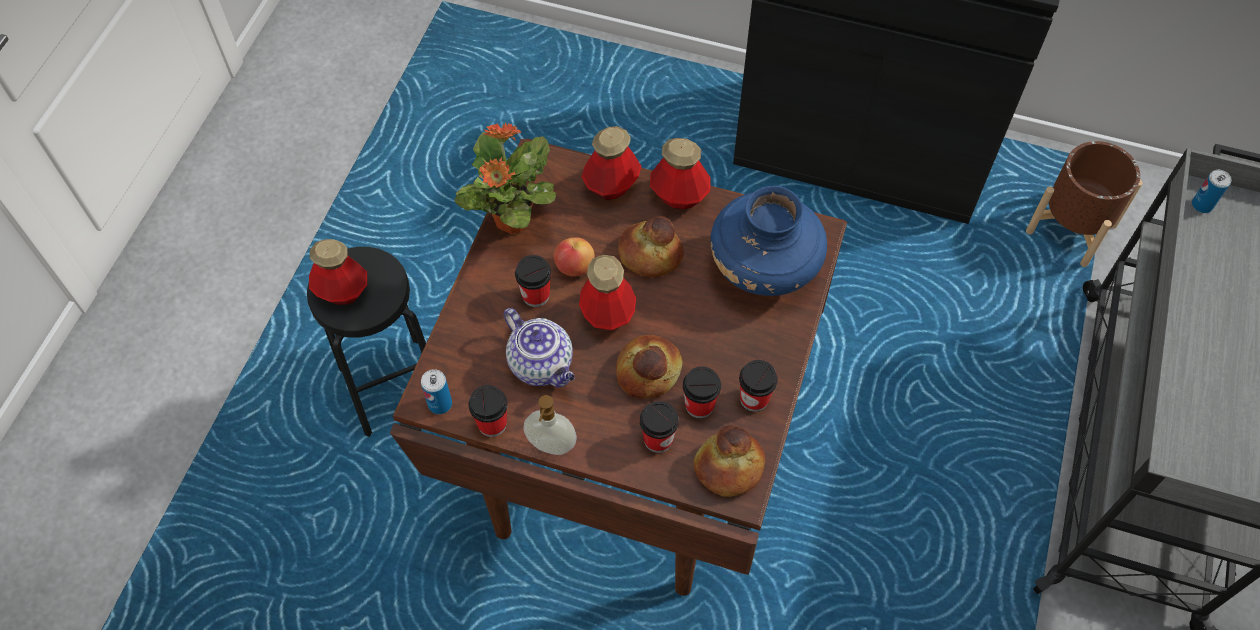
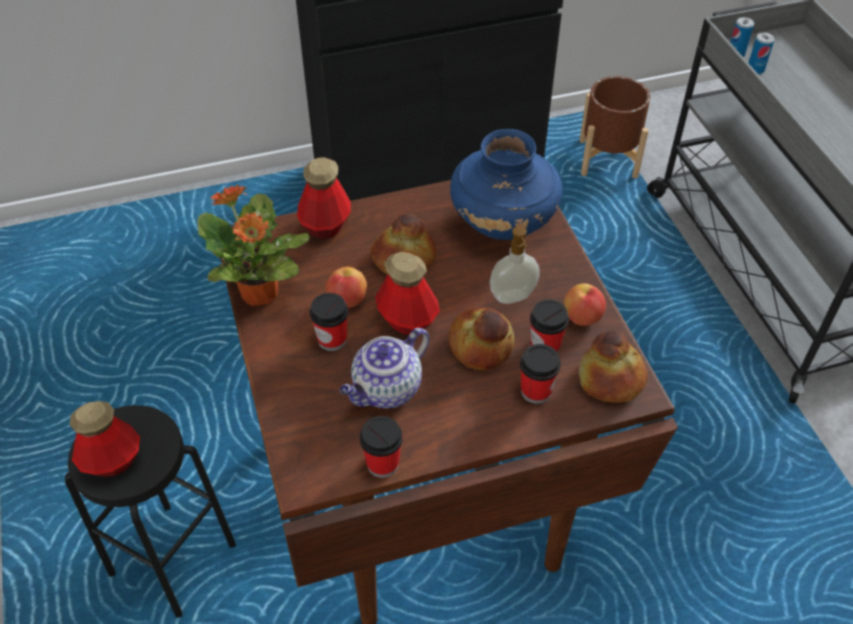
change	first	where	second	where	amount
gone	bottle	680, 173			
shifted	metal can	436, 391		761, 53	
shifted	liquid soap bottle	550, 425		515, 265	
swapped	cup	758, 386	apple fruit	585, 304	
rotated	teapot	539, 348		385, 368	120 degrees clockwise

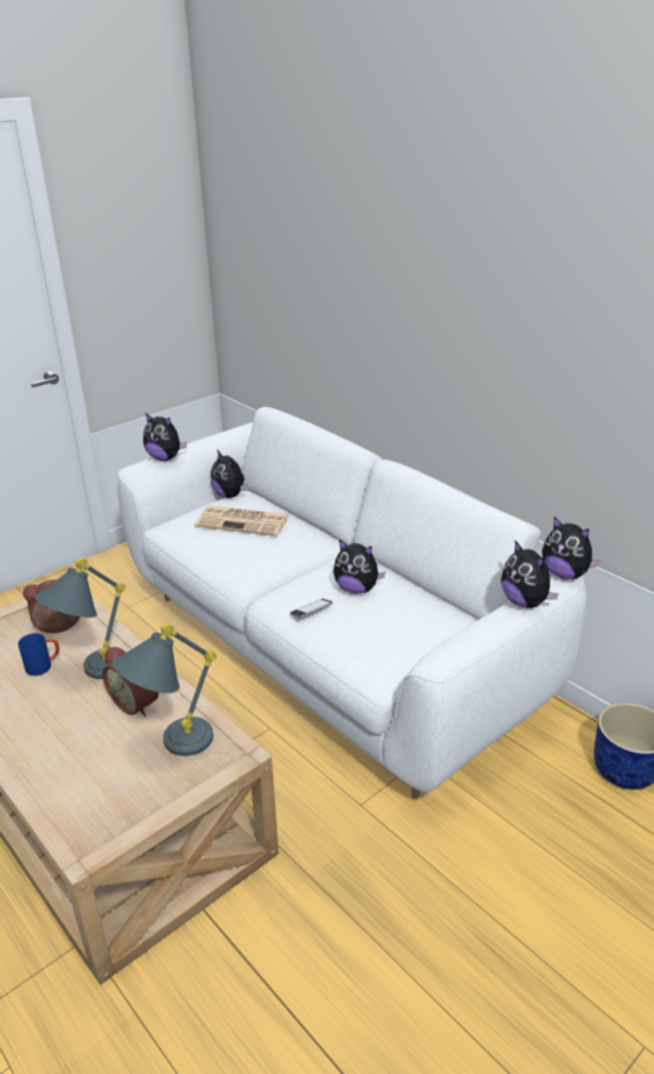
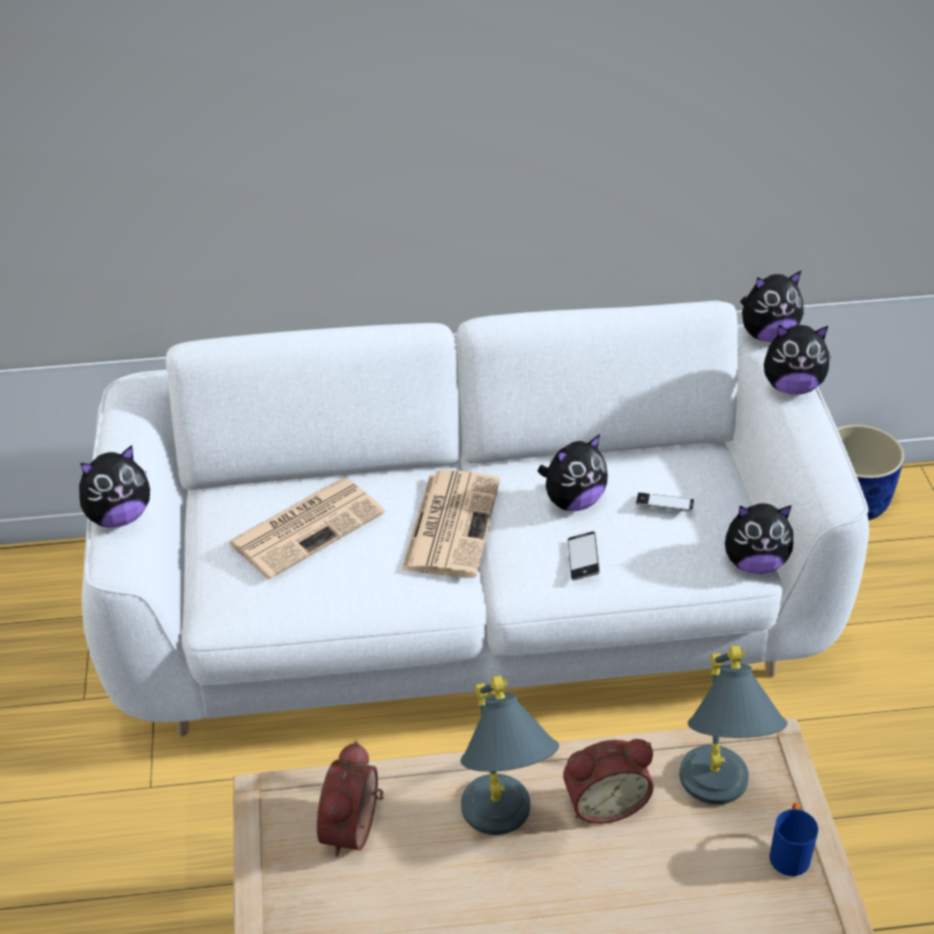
change	first	where	second	where	amount
new			newspaper	451, 524	
new			phone	665, 502	
shifted	bluish coffee mug	38, 654		793, 839	
shifted	cuddly toy	229, 474		759, 538	

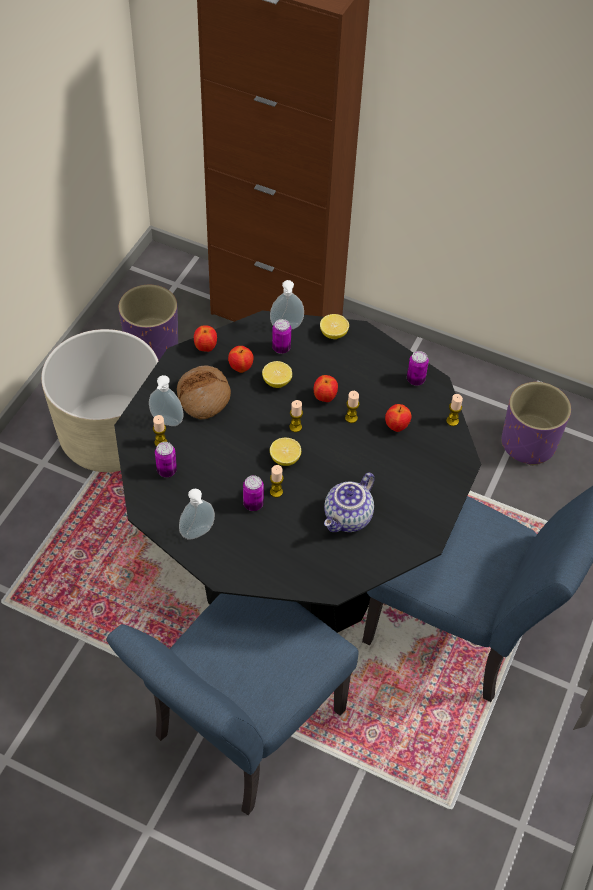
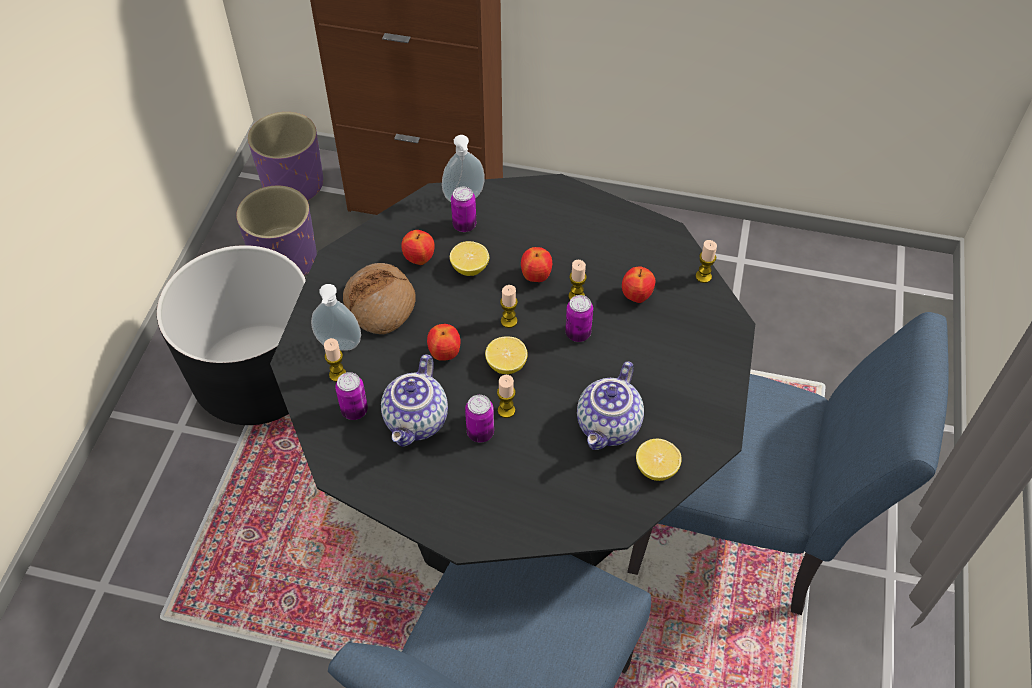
change	first	where	second	where	amount
gone	liquid soap bottle	197, 514			
new			teapot	414, 400	
shifted	apple fruit	205, 338		443, 342	
shifted	whole lemon	334, 326		659, 459	
shifted	metal can	418, 368		579, 318	
shifted	purple flower pot	536, 424		285, 156	
repainted	sand-coloured flower pot	99, 400	black-coloured flower pot	231, 335	

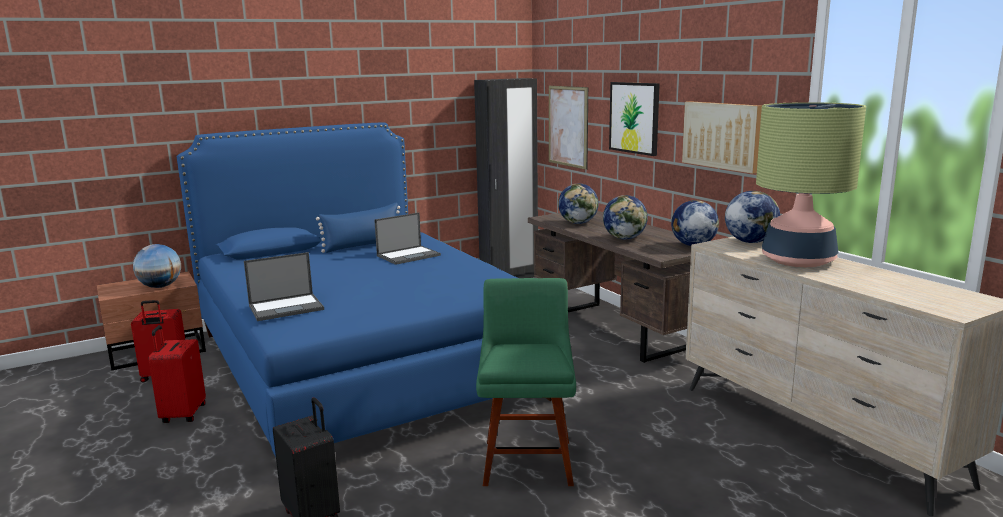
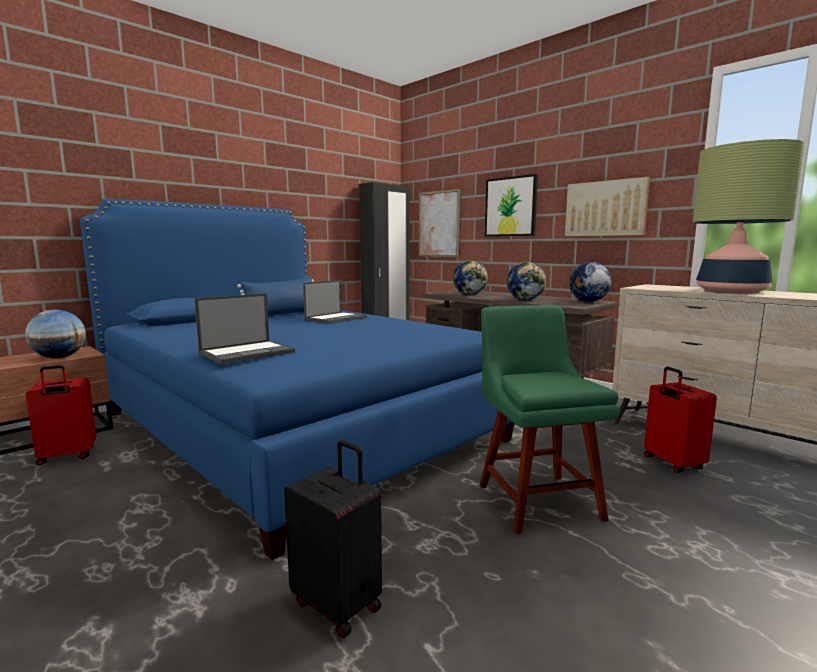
change	first	where	second	where	amount
gone	globe	752, 217			
shifted	red-coloured piece of luggage	177, 374		680, 420	

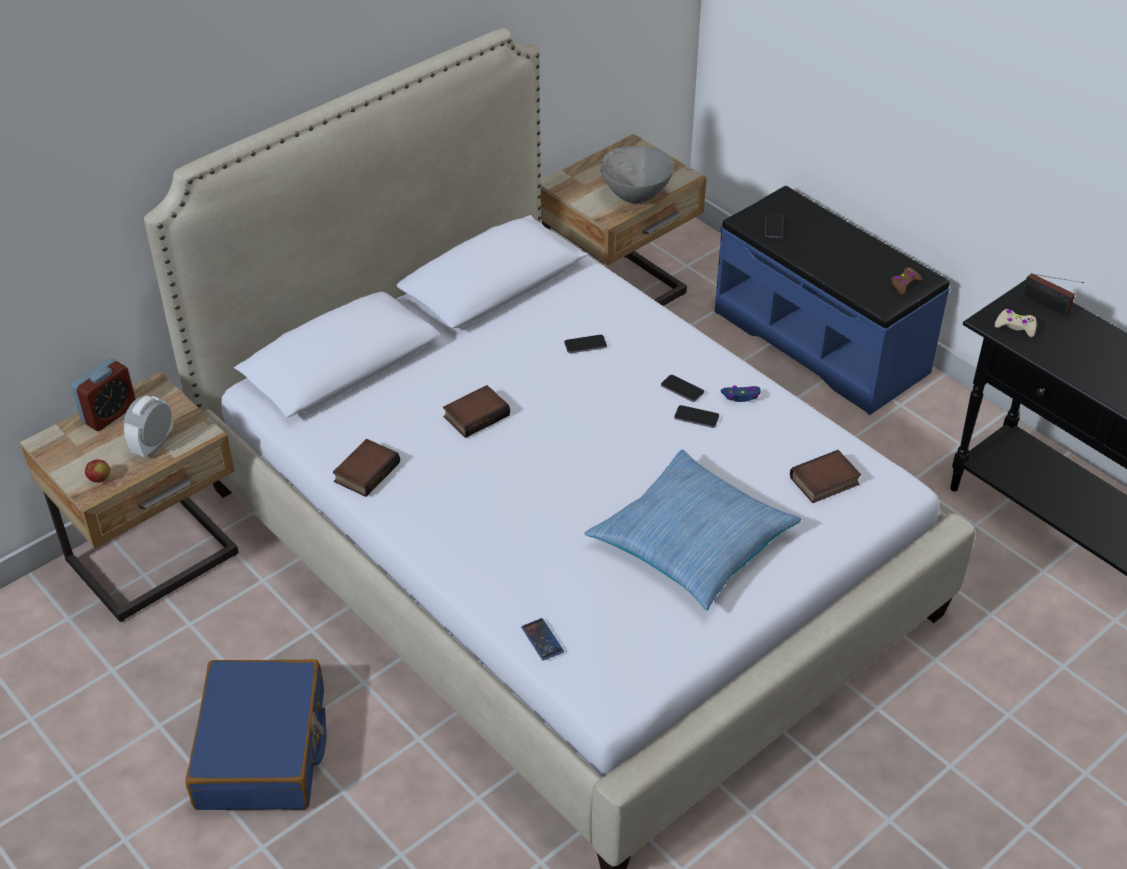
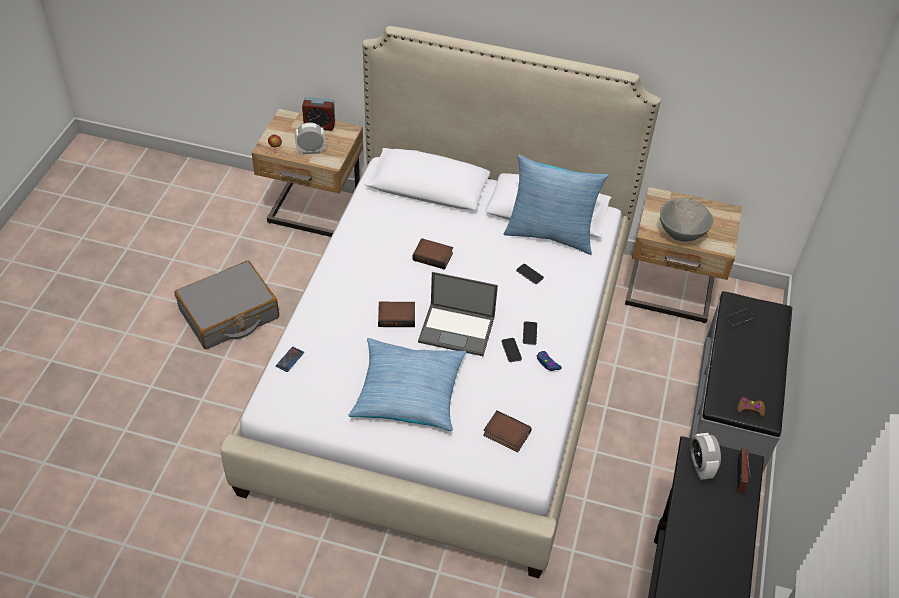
change	first	where	second	where	amount
new			notebook computer	458, 314	
new			throw pillow	556, 205	
shifted	book	366, 468		396, 314	
swapped	sand-coloured joypad	1016, 323	bedside clock	705, 456	
repainted	bluish piece of luggage	256, 734	greyish piece of luggage	226, 305	
repainted	bluish bench	832, 300	greyish bench	740, 382	

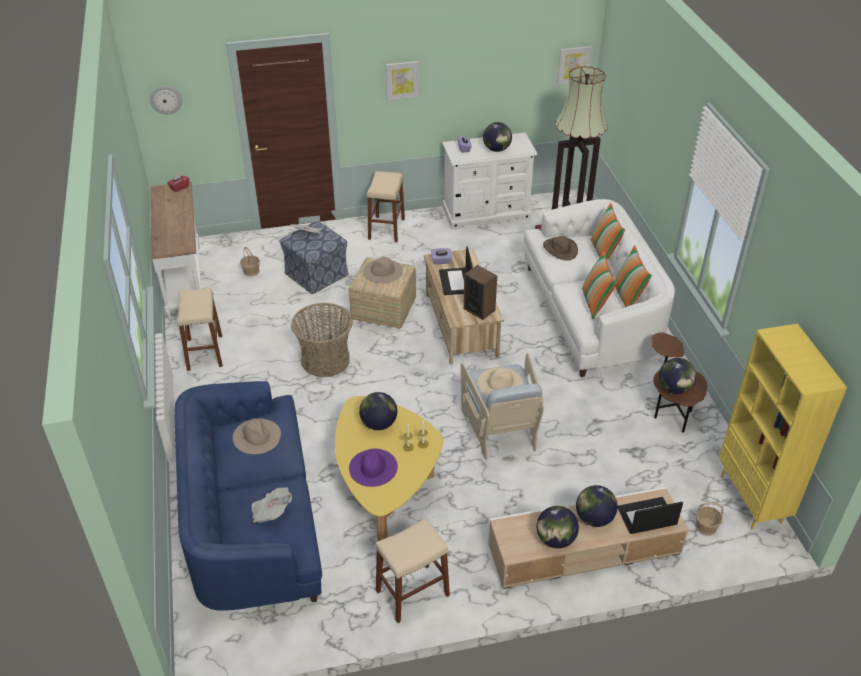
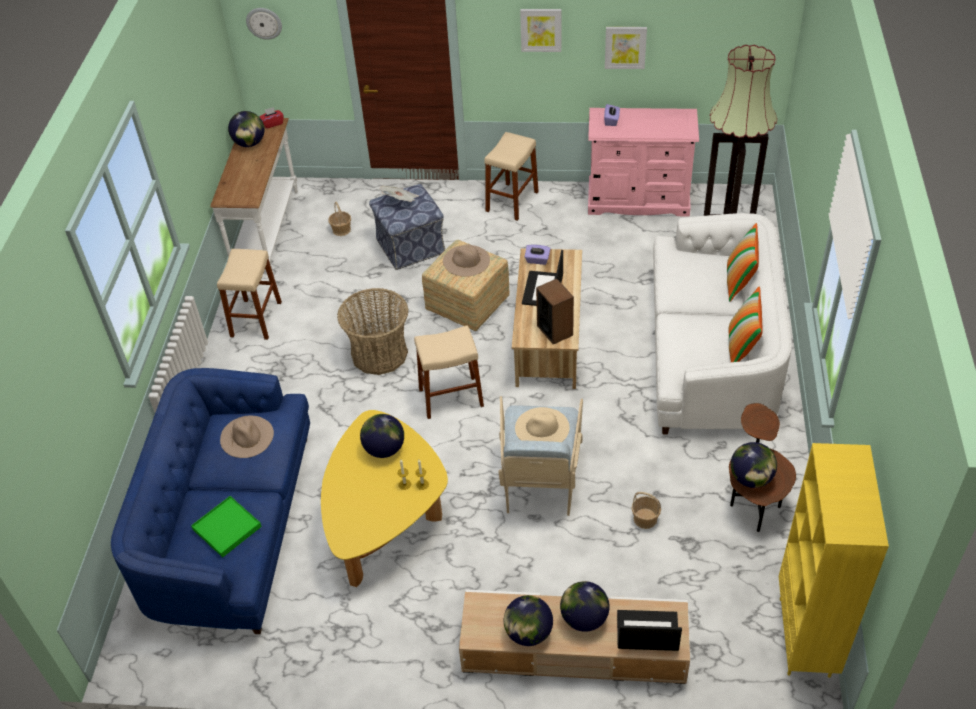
change	first	where	second	where	amount
gone	purple hat	373, 467			
gone	brownish hat	560, 248			
gone	throw pillow	599, 285			
shifted	sand-coloured sitting stool	412, 570		449, 372	
shifted	globe	497, 137		246, 129	
shifted	wall art	574, 65		626, 48	
shifted	household basket	709, 519		646, 510	
swapped	newspaper	272, 505	green-coloured serving tray	226, 527	
repainted	white dresser	489, 181	pinkish dresser	643, 162	

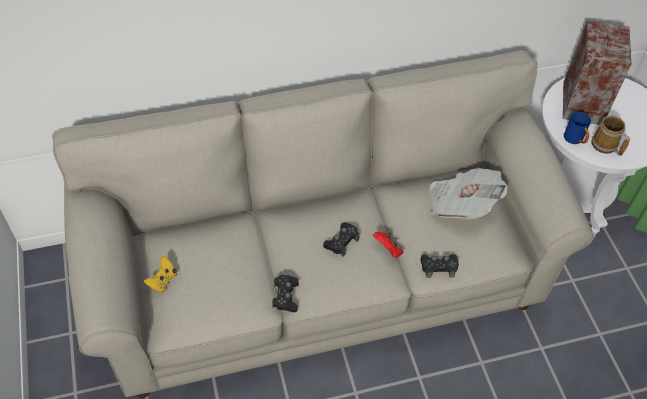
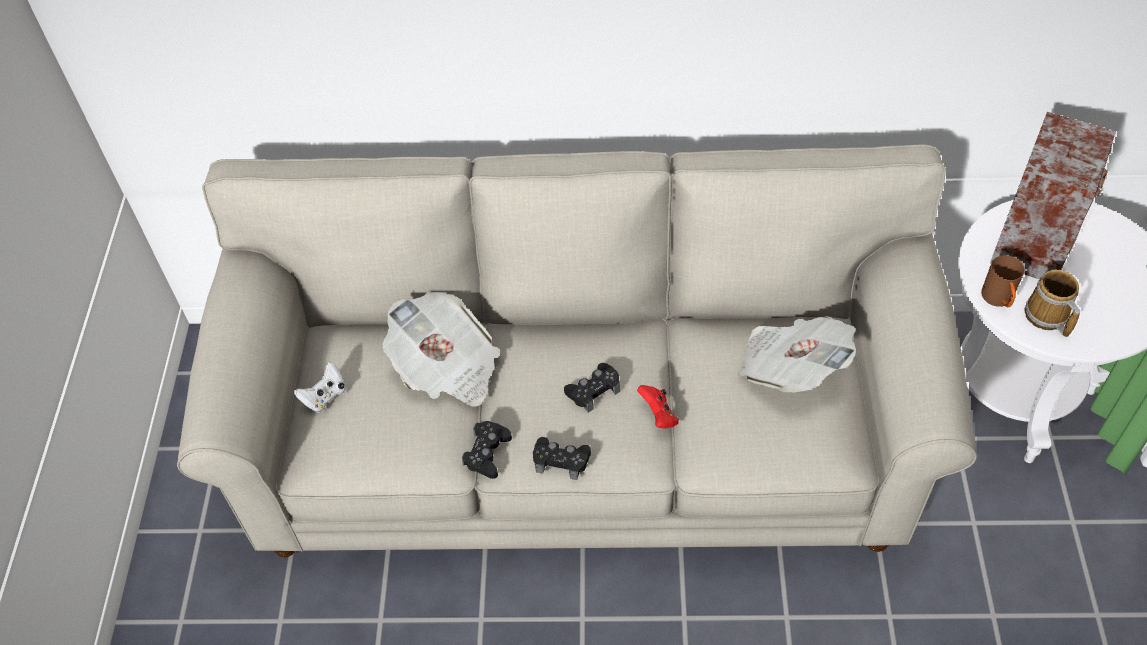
change	first	where	second	where	amount
new			newspaper	441, 349	
shifted	black-coloured joypad	439, 266		562, 458	
repainted	yellow joypad	160, 274	white joypad	320, 387	
repainted	bluish coffee mug	577, 128	brownish coffee mug	1003, 281	

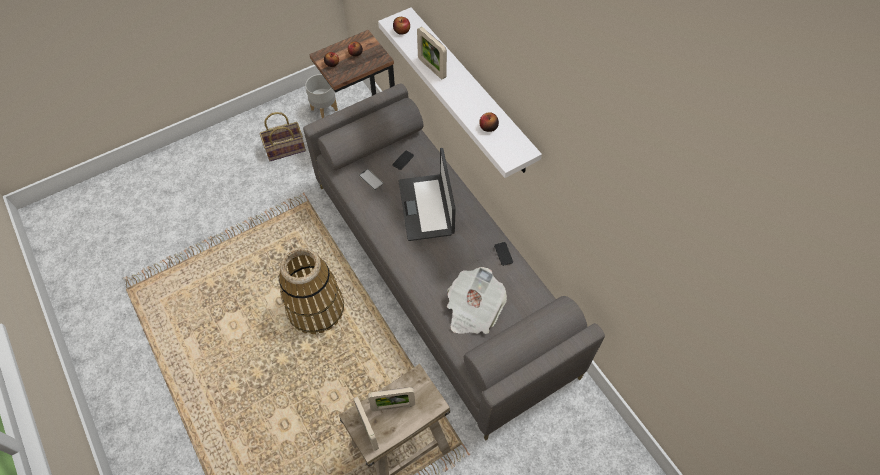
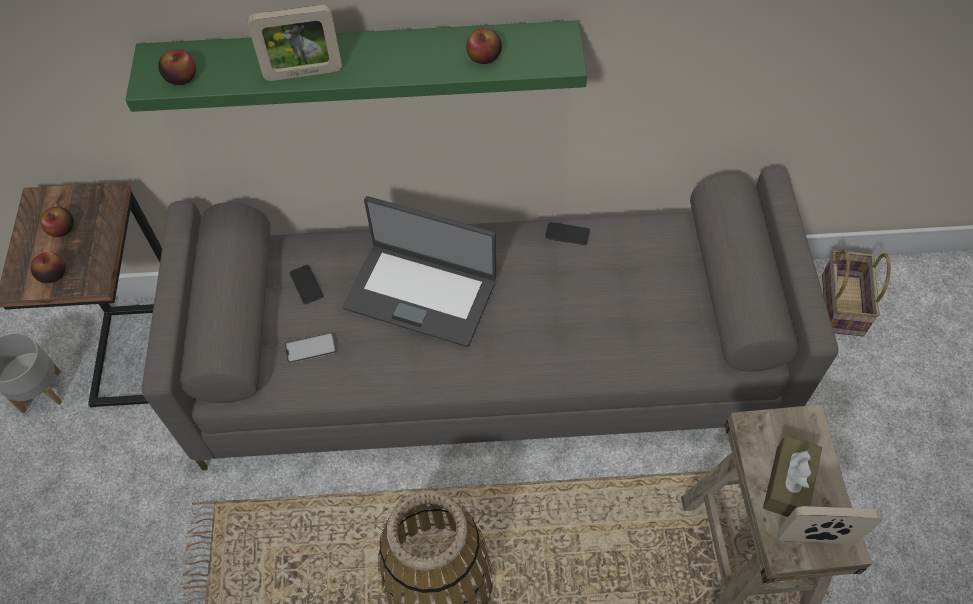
change	first	where	second	where	amount
gone	newspaper	477, 300			
shifted	household basket	283, 136		856, 292	
swapped	picture frame	391, 399	brownish tissue holder	792, 476	
repainted	white shelf	460, 93	green-coloured shelf	356, 66	

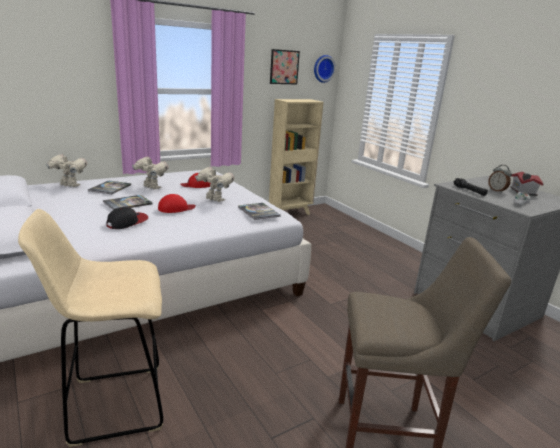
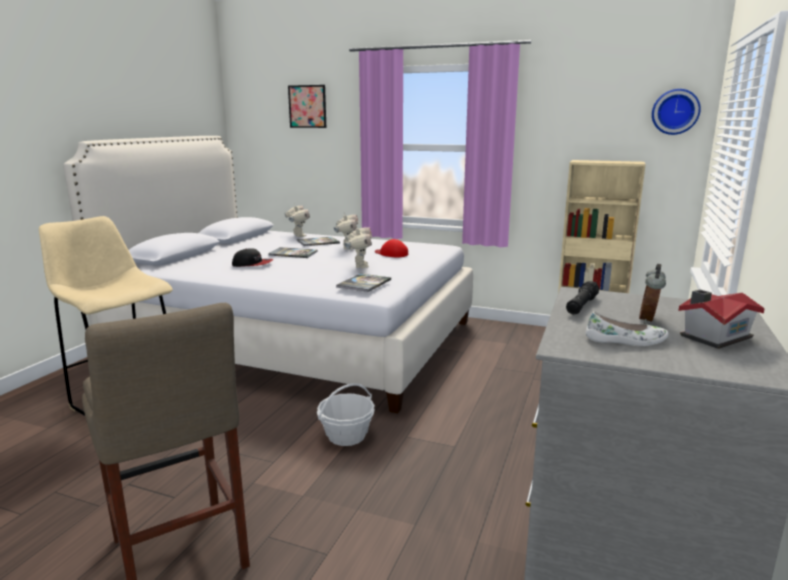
change	first	where	second	where	amount
gone	red-coloured cap	177, 203			
new			household basket	346, 414	
shifted	wall art	285, 66		307, 106	

